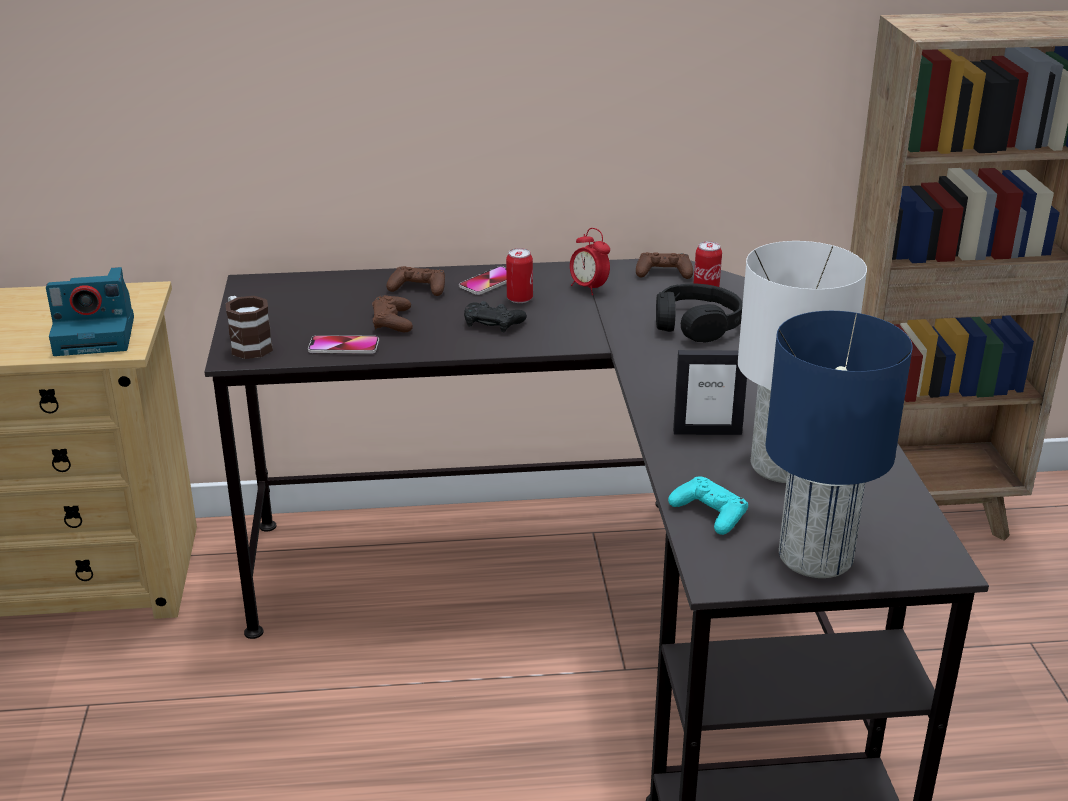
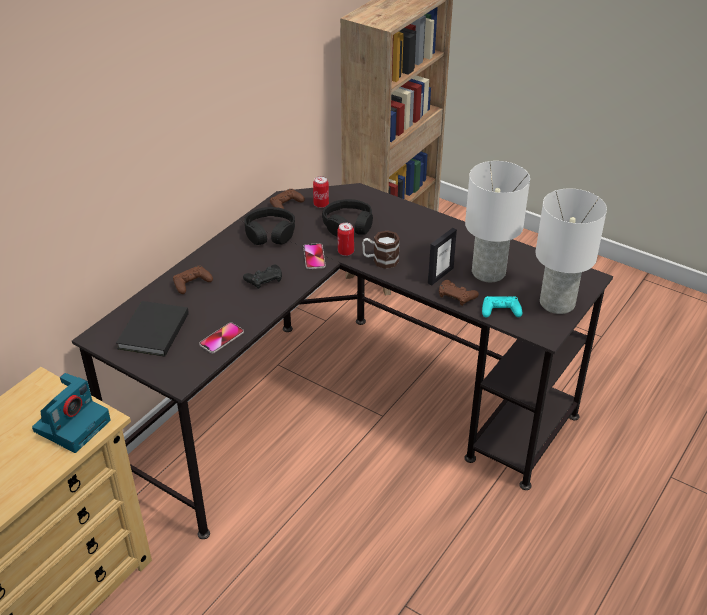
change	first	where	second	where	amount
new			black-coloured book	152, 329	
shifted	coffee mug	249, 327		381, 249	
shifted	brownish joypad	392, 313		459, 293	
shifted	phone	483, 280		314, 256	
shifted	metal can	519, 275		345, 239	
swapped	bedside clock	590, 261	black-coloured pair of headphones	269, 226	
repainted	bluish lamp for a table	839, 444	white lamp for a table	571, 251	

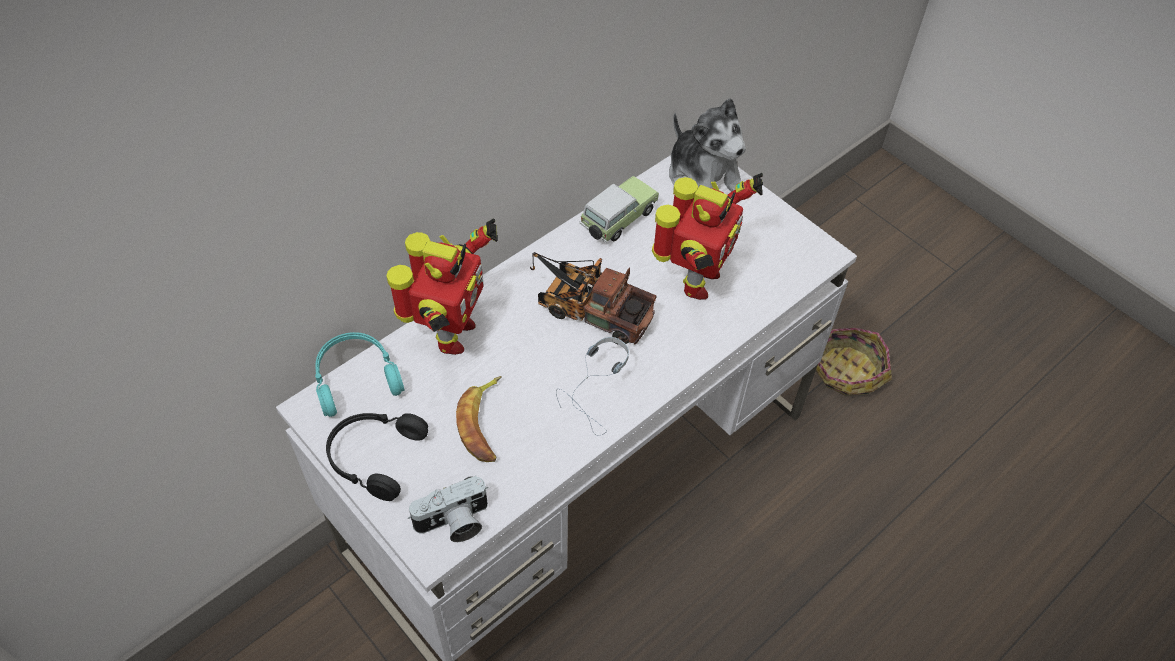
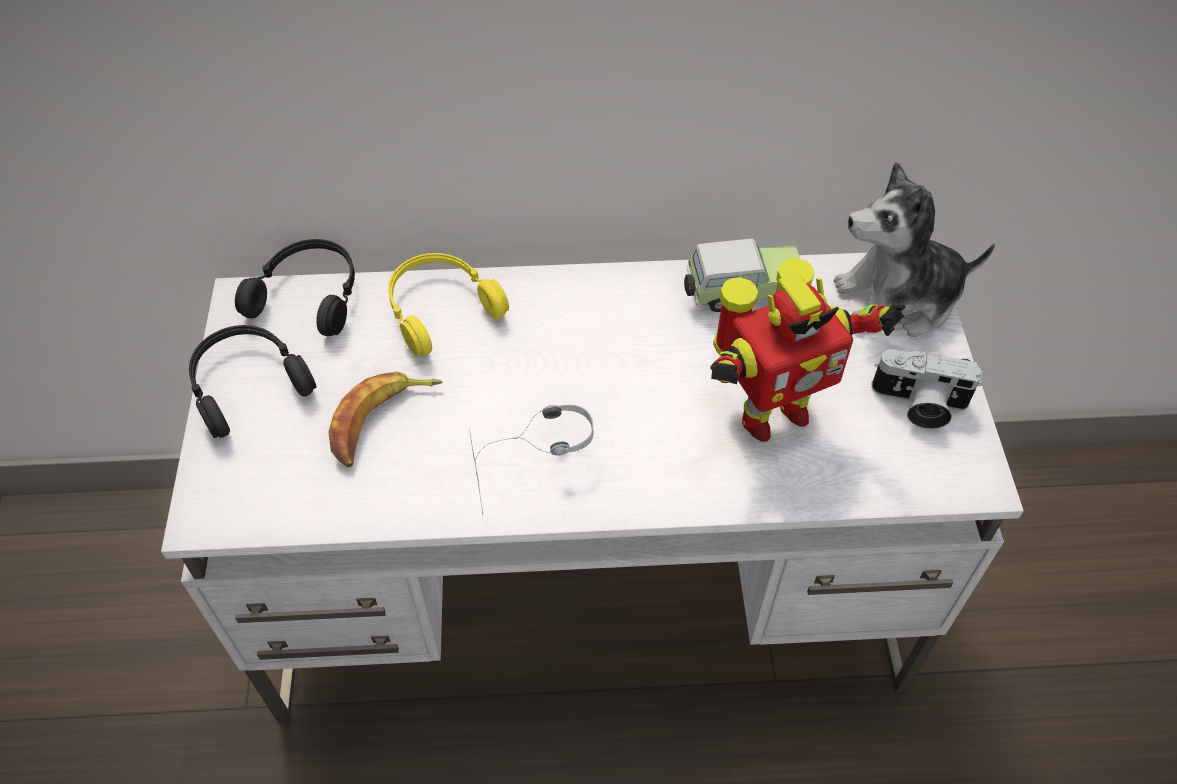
change	first	where	second	where	amount
gone	toy truck	593, 298			
gone	household basket	853, 362			
shifted	still camera	448, 509		926, 389	
swapped	model robot	442, 286	yellow pair of headphones	448, 304	
repainted	blue-green pair of headphones	360, 374	black-coloured pair of headphones	295, 287	
rotated	cuddly toy	707, 145		914, 249	75 degrees clockwise

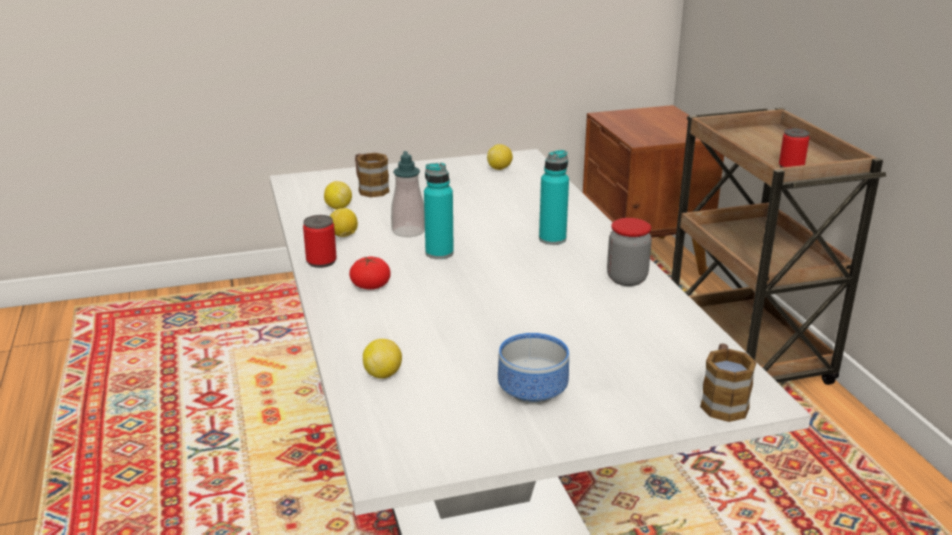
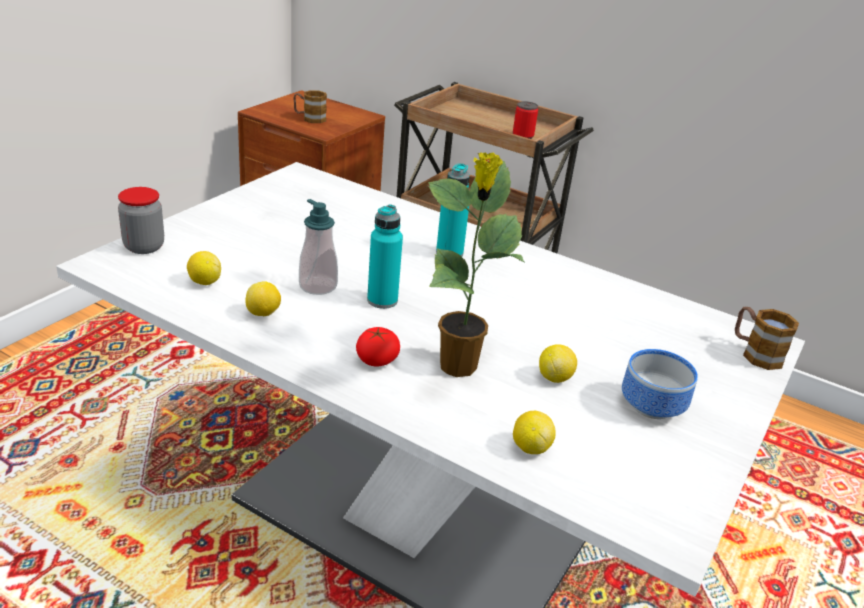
change	first	where	second	where	amount
gone	metal can	320, 241			
new			houseplant	476, 264	
shifted	coffee mug	372, 175		310, 106	
shifted	whole lemon	500, 157		558, 363	
shifted	jar	629, 252		141, 220	

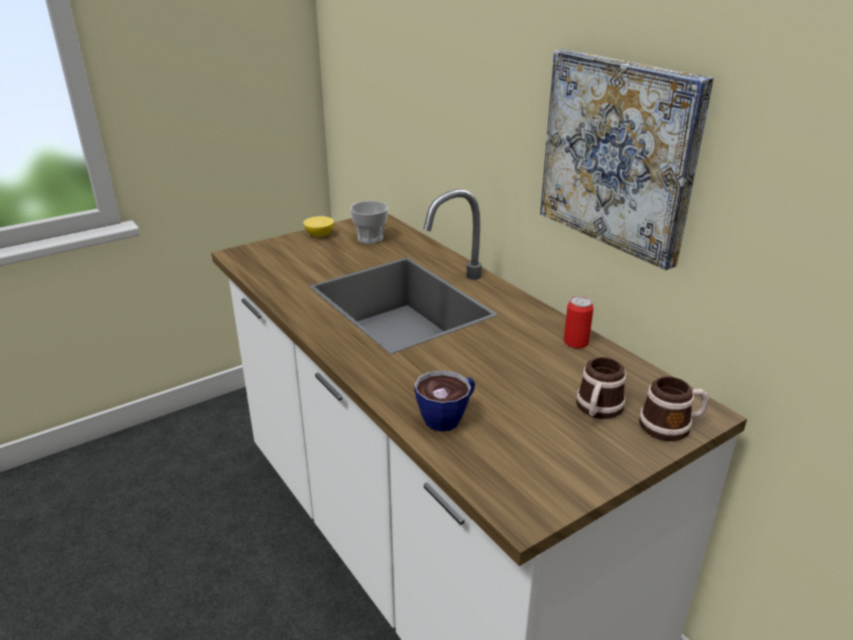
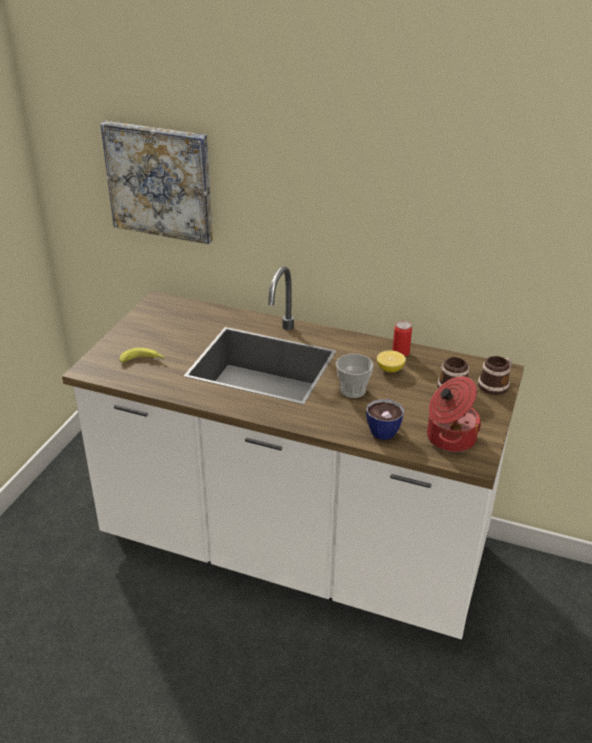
change	first	where	second	where	amount
new			banana	142, 355	
new			cooking pot	454, 414	
shifted	whole lemon	318, 226		391, 361	
shifted	cup	369, 222		354, 376	
shifted	wall art	627, 159		156, 182	

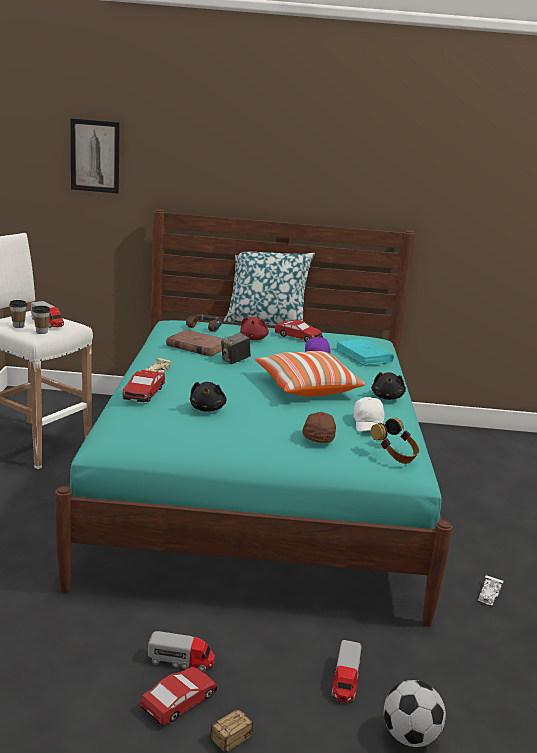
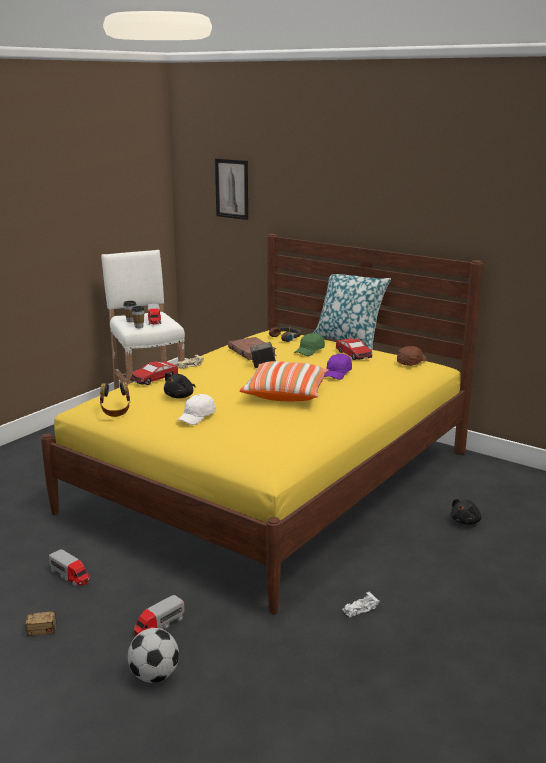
change	first	where	second	where	amount
gone	miniature car	178, 696			
gone	blue-green book	364, 352			
shifted	brownish cap	319, 427		412, 356	
shifted	white cap	369, 414		196, 409	
shifted	black-coloured cuddly toy	388, 386		466, 512	
shifted	pair of headphones	395, 440		115, 399	
swapped	red-coloured cuddly toy	254, 328	green-coloured cap	309, 344	
repainted	blue-green bed	253, 418	yellow bed	262, 424	

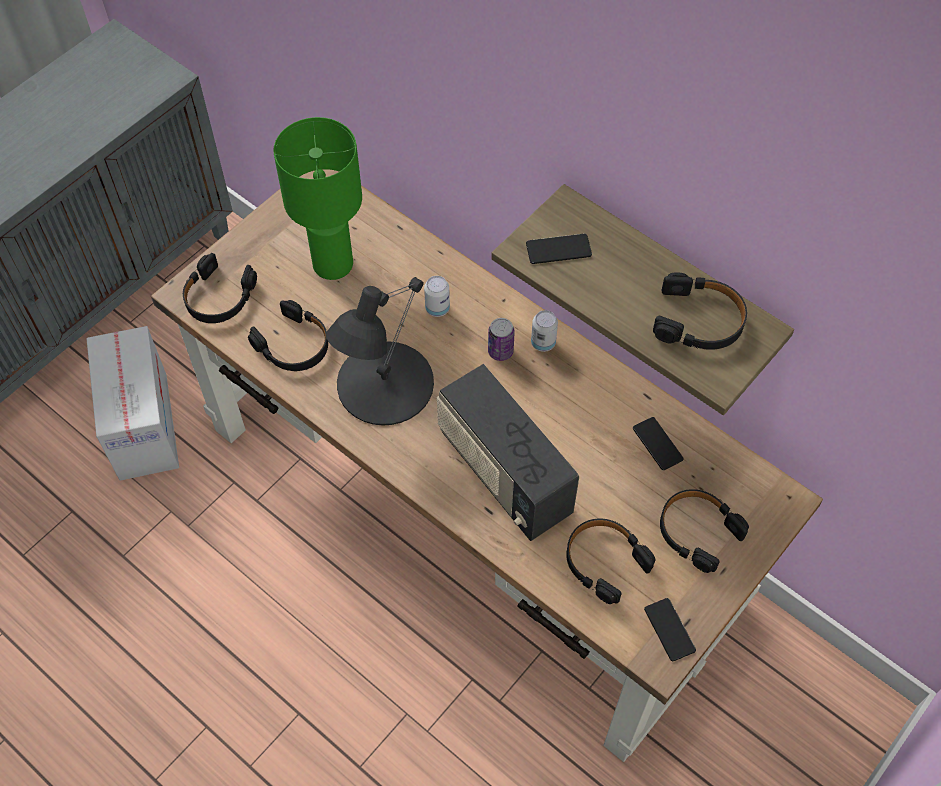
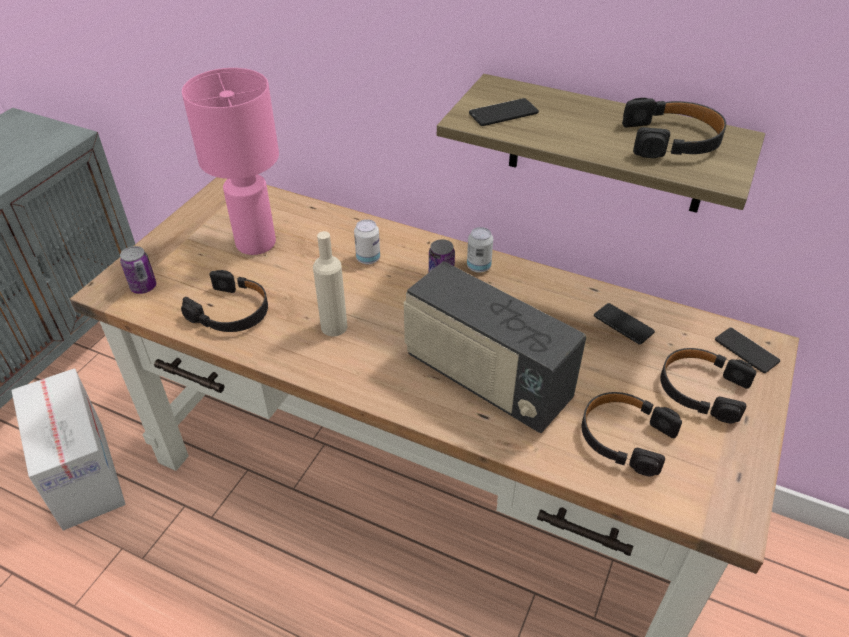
change	first	where	second	where	amount
shifted	phone	670, 629		747, 350	
swapped	black-coloured pair of headphones	220, 288	metal can	138, 270	
swapped	black-coloured lamp for a table	380, 351	sand-coloured bottle	330, 284	
repainted	green-coloured lamp for a table	317, 198	pinkish lamp for a table	230, 161	

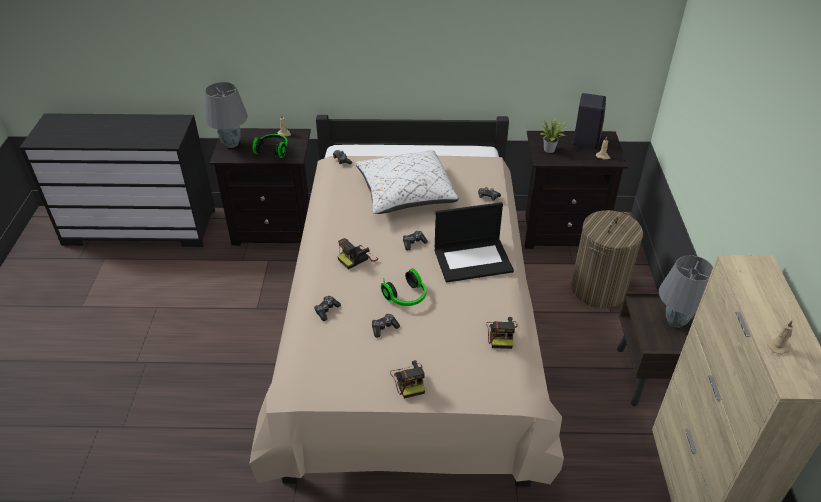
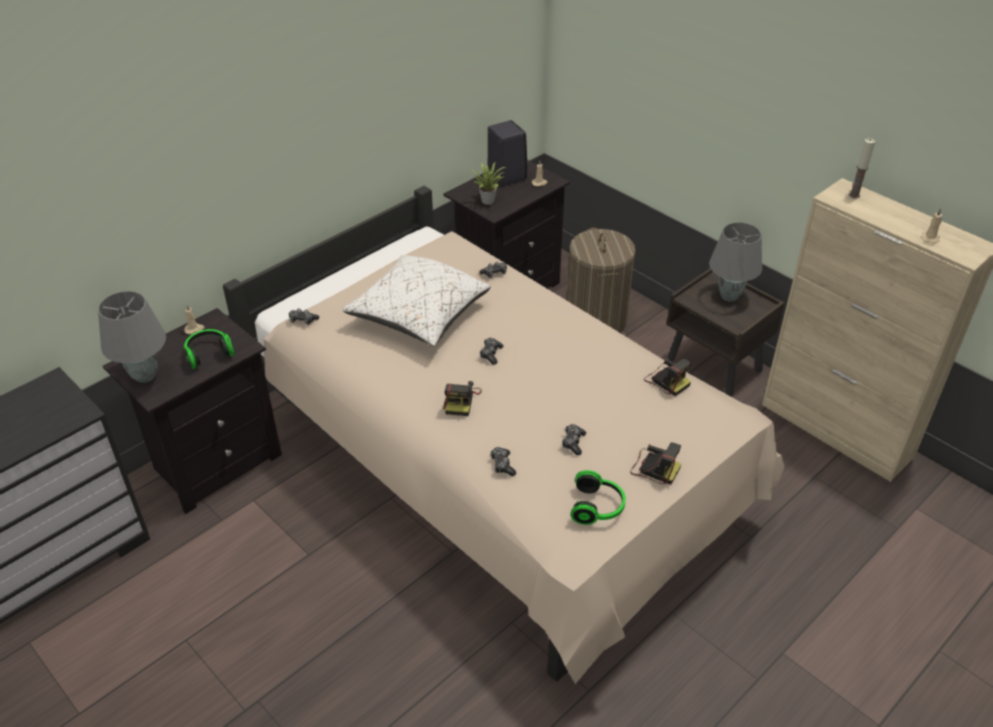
change	first	where	second	where	amount
gone	notebook computer	474, 242			
new			wax light	862, 168	
shifted	pair of headphones	403, 287		598, 497	

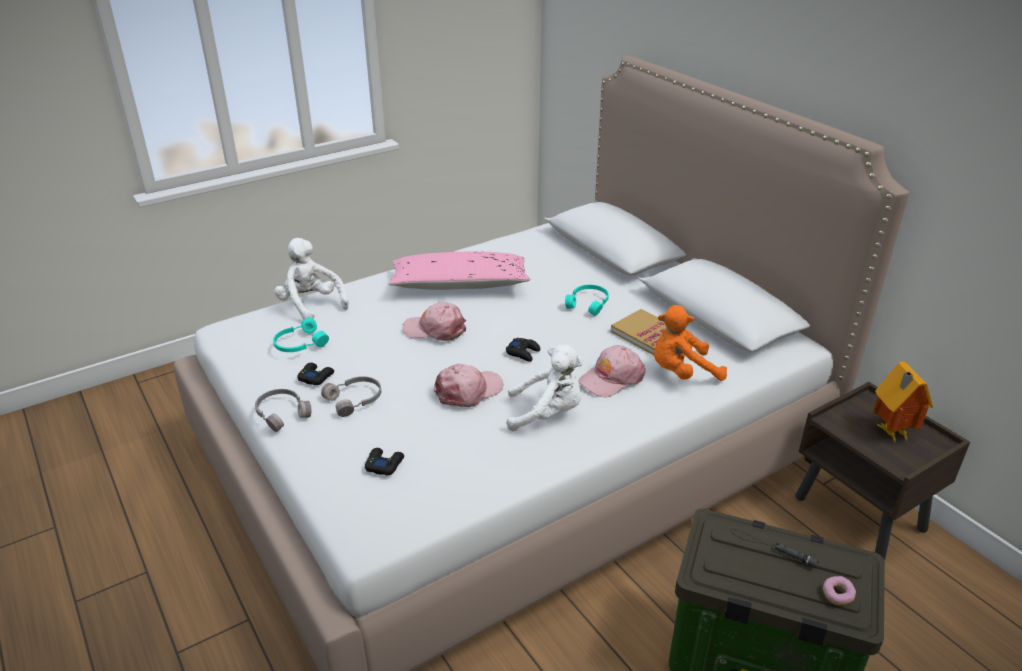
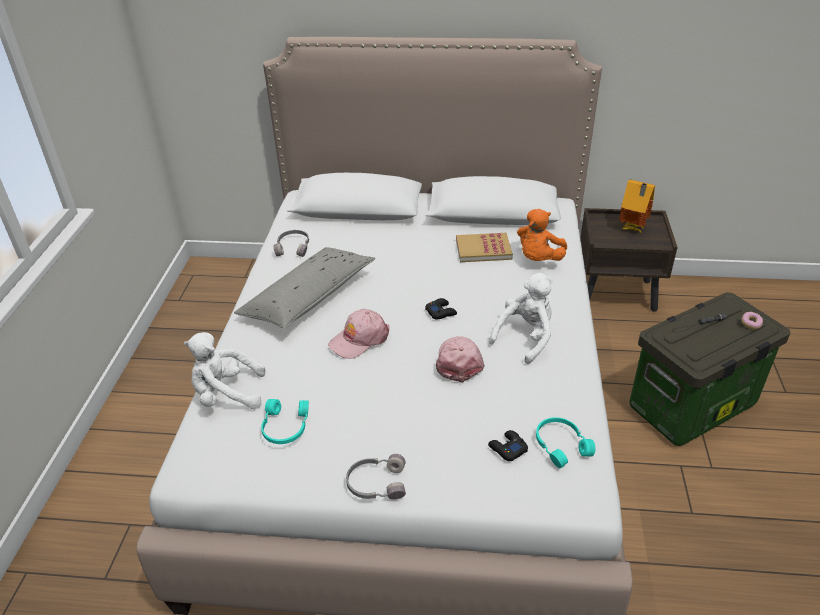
change	first	where	second	where	amount
gone	black-coloured joypad	315, 374			
gone	pinkish cap	612, 371			
shifted	greyish pair of headphones	351, 396		291, 243	
shifted	blue-green pair of headphones	587, 300		565, 442	
repainted	pinkish throw pillow	459, 271	greyish throw pillow	304, 288	

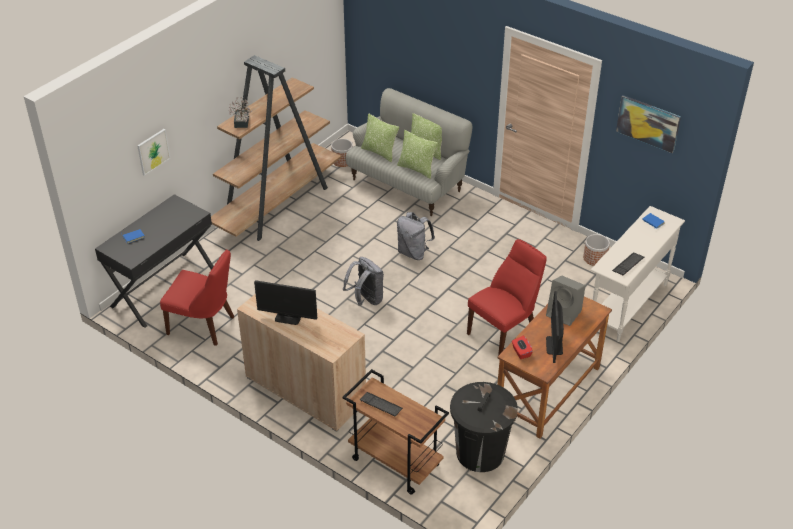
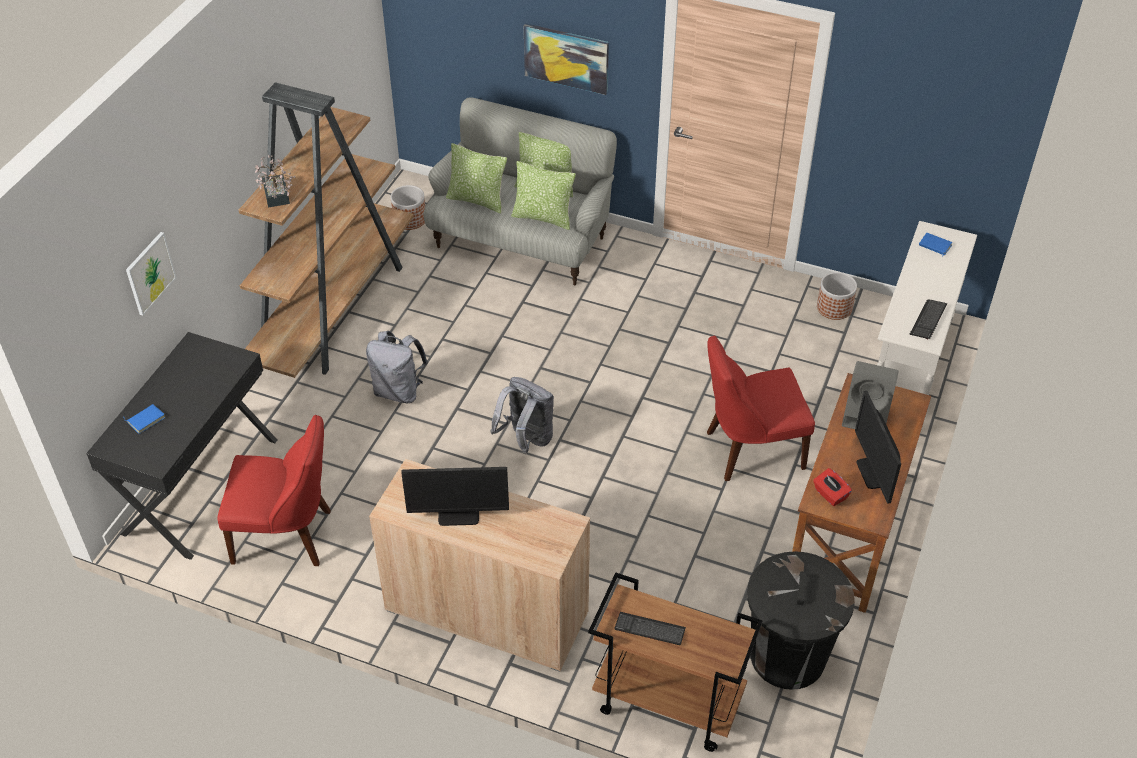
change	first	where	second	where	amount
shifted	greyish knapsack	416, 236		397, 367	
shifted	wall art	648, 124		566, 59	
rotated	red-coloured upright chair	507, 297		761, 408	135 degrees counterclockwise

